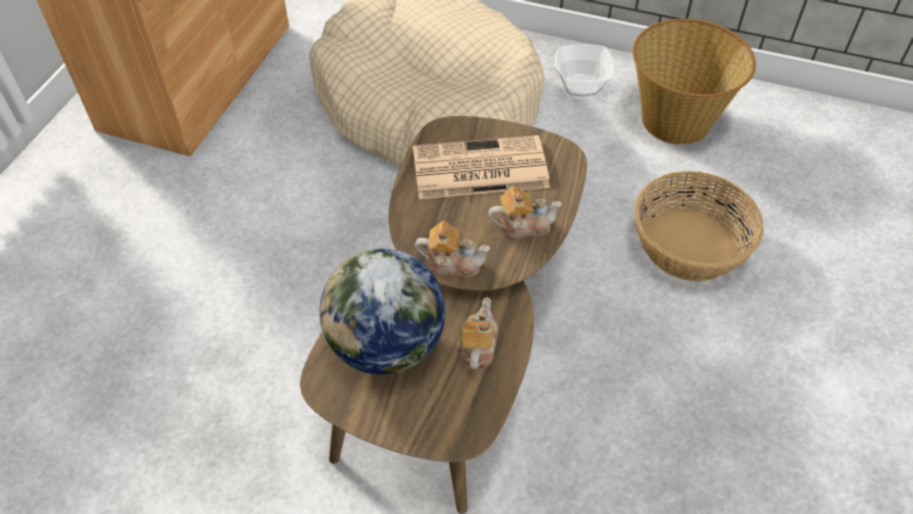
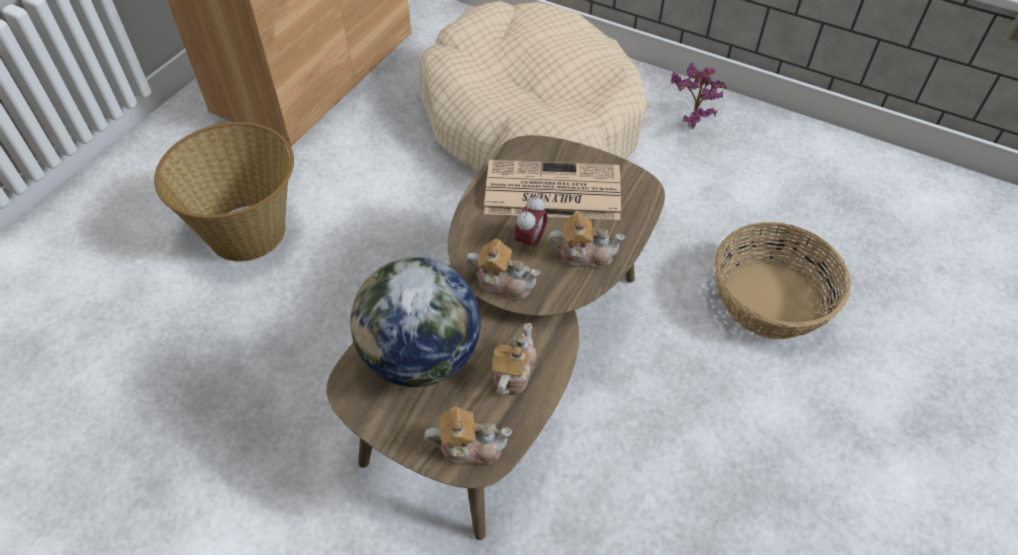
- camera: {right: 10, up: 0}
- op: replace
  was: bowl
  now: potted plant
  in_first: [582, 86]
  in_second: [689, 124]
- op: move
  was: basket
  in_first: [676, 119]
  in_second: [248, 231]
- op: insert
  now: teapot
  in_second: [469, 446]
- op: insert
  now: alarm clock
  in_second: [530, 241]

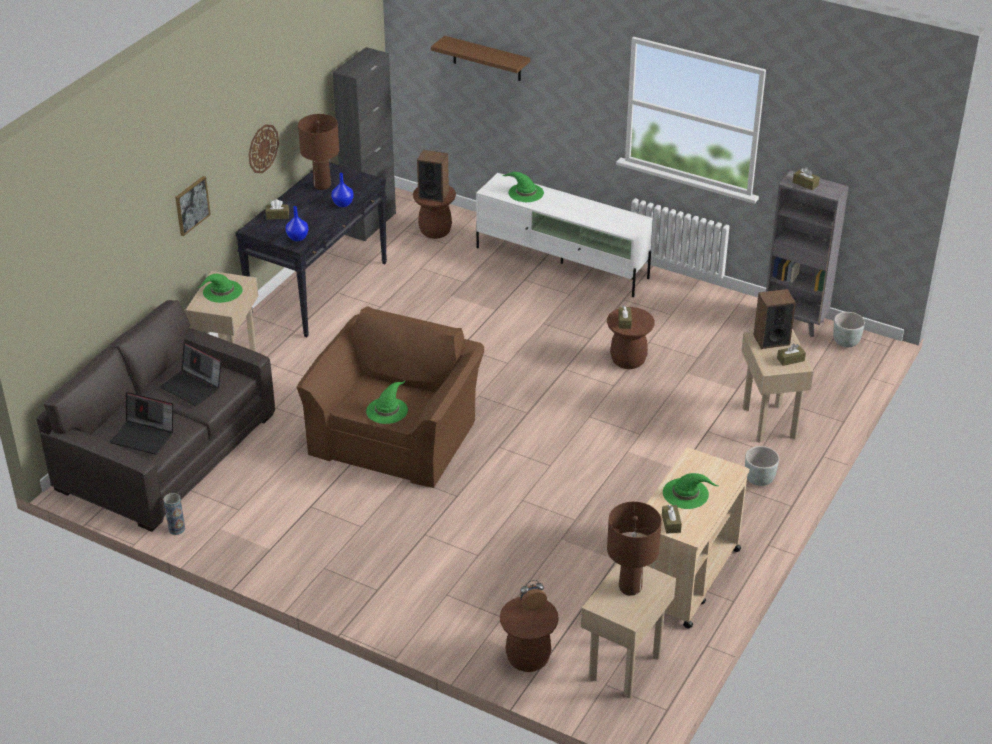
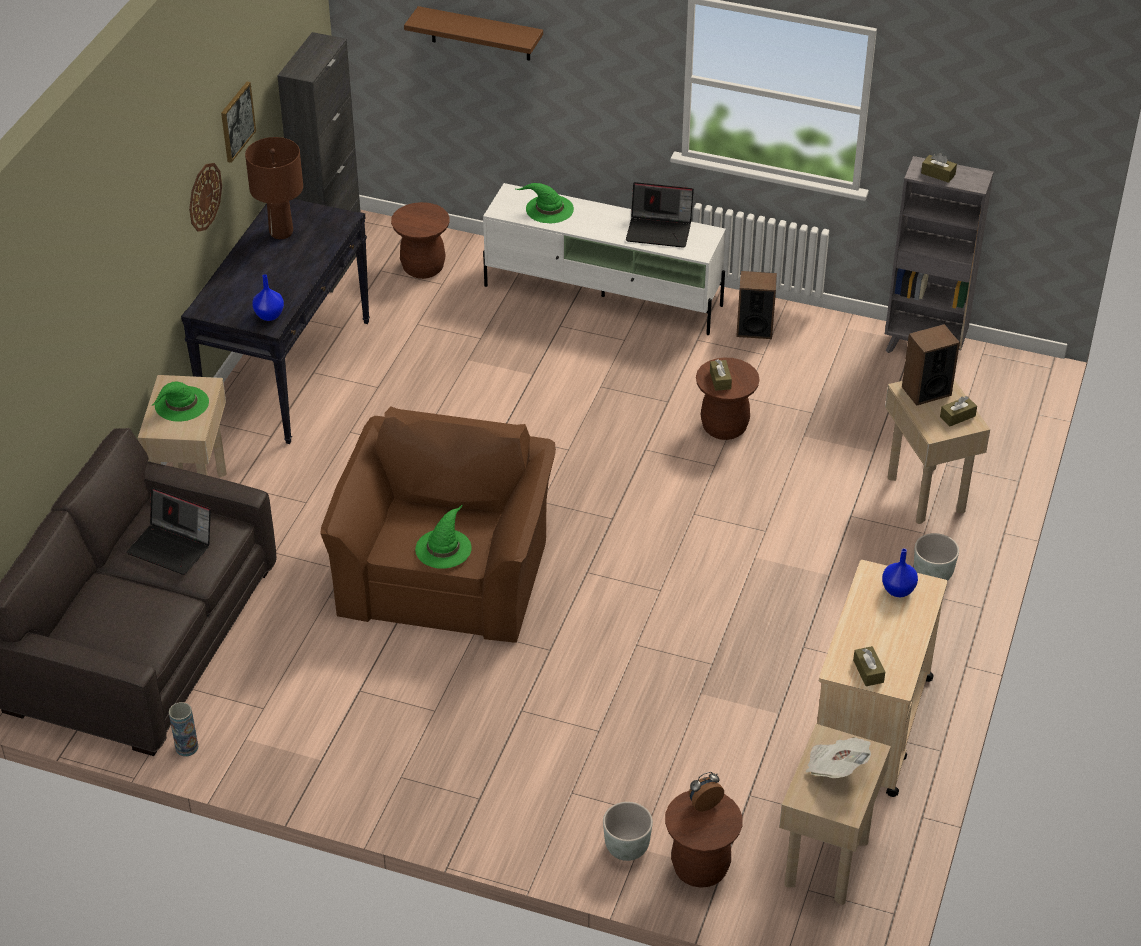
- camera: {right: -10, up: 5}
- op: move
  was: laptop
  in_first: [144, 436]
  in_second: [660, 230]
- op: move
  was: picture
  in_first: [191, 205]
  in_second: [237, 121]
- op: delete
  was: brown tissue box
  in_first: [277, 216]
- op: move
  was: blue vase
  in_first: [342, 204]
  in_second: [897, 590]
- op: move
  was: speaker
  in_first: [433, 195]
  in_second: [754, 329]
- op: replace
  was: brown table lamp
  now: newspaper
  in_first: [629, 587]
  in_second: [835, 767]
- op: delete
  was: green hat
  in_first: [686, 493]
- op: move
  was: grey planter
  in_first: [846, 342]
  in_second: [627, 848]

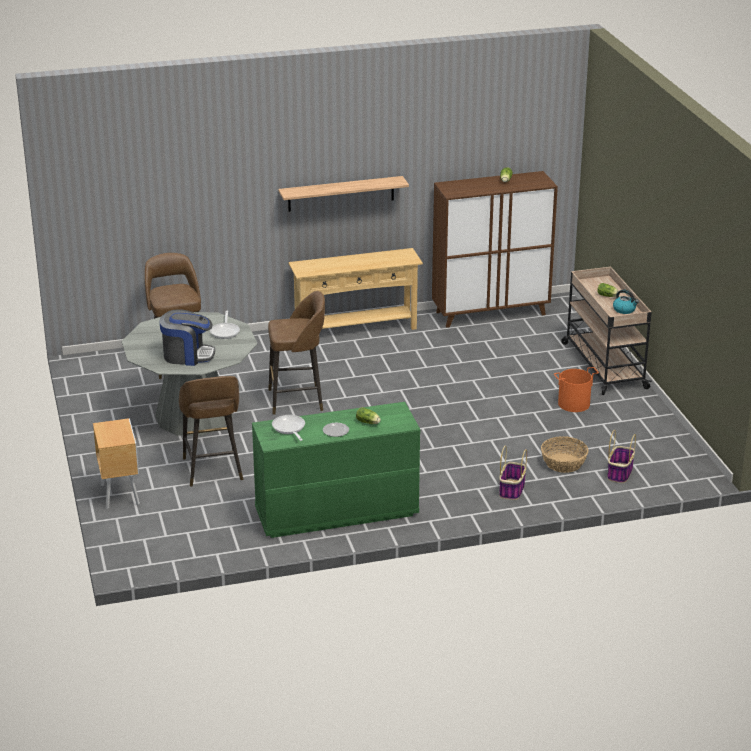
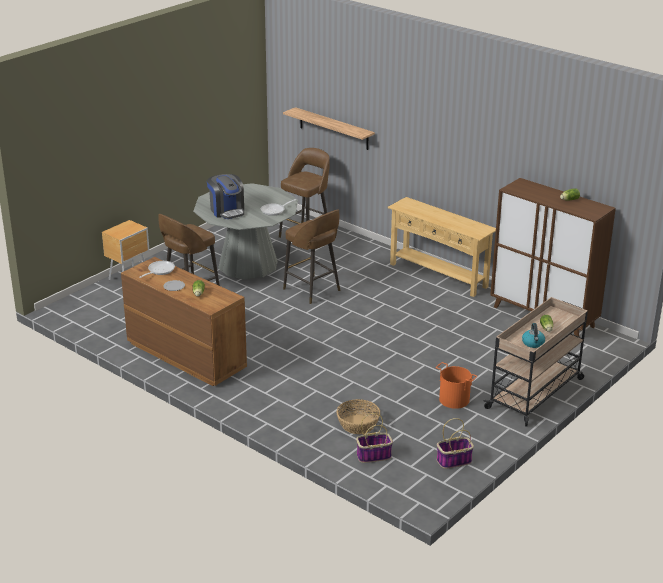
- camera: {right: 55, up: 0}
- op: recolor
  was: green dresser
  now: brown dresser
  in_first: [335, 512]
  in_second: [185, 355]
- op: move
  was: shelf
  in_first: [341, 193]
  in_second: [333, 129]
- op: move
  was: basket
  in_first: [512, 490]
  in_second: [453, 461]

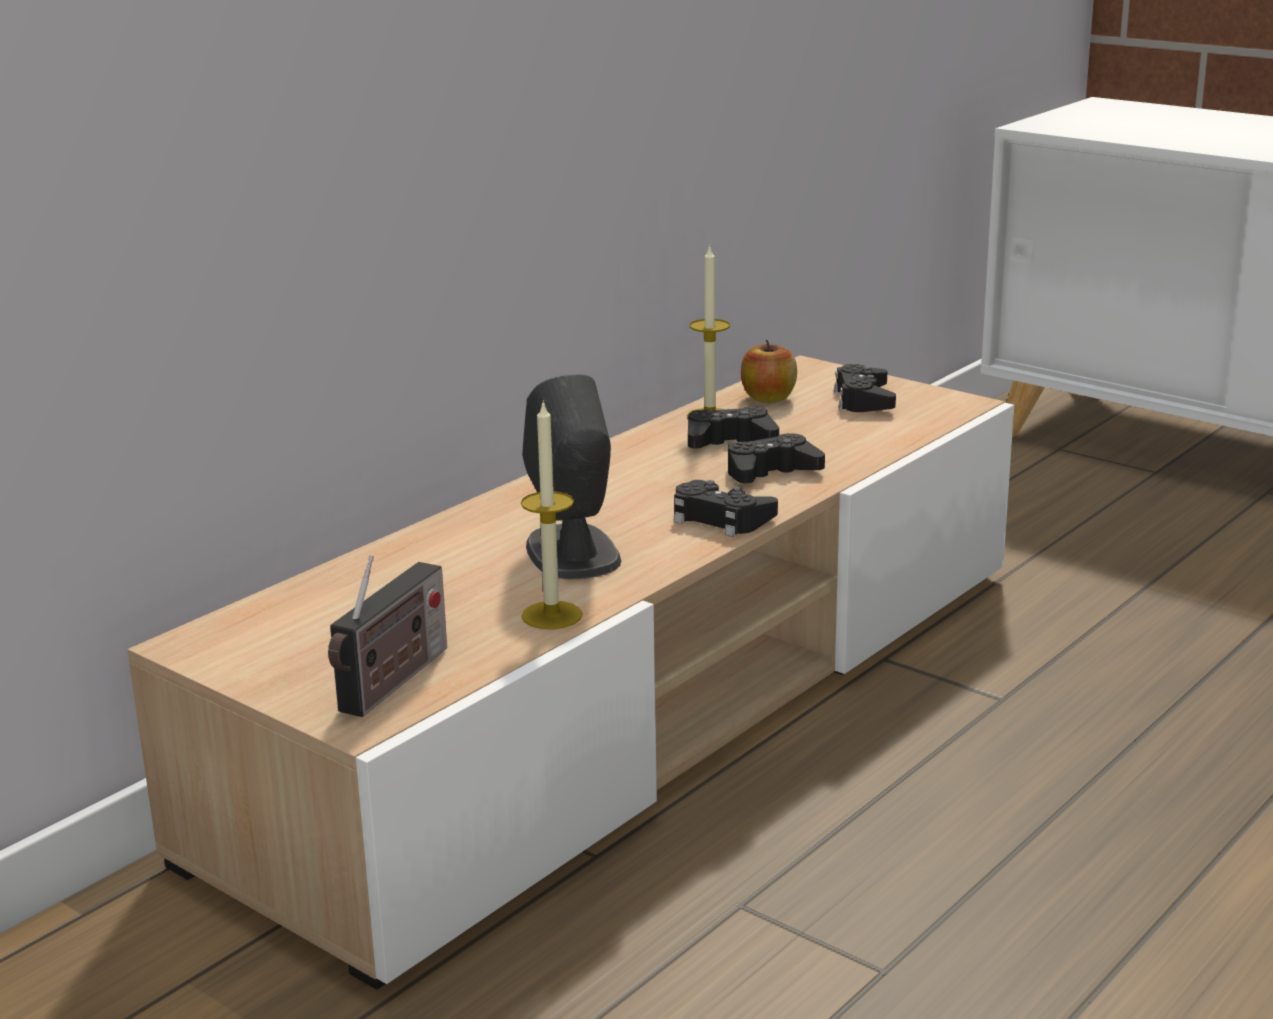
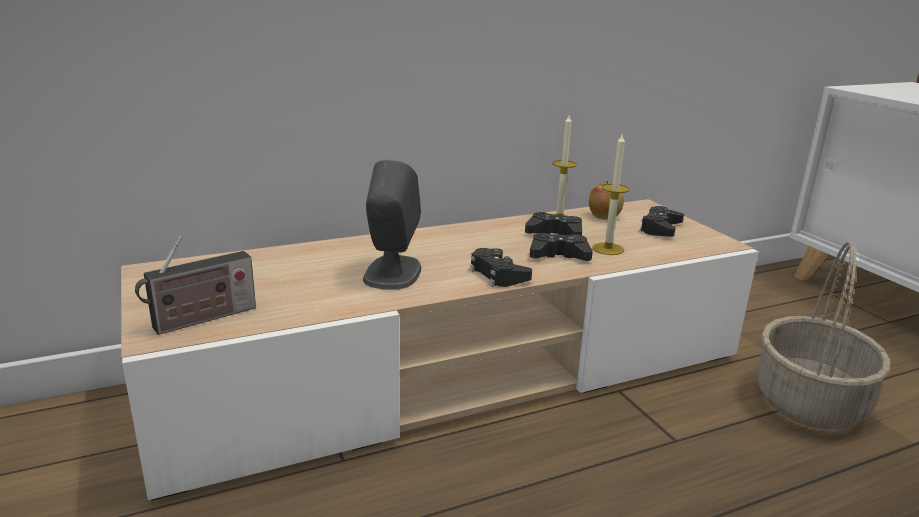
- camera: {right: 25, up: 0}
- op: move
  was: candle
  in_first: [552, 615]
  in_second: [608, 249]
- op: insert
  now: basket
  in_second: [808, 401]

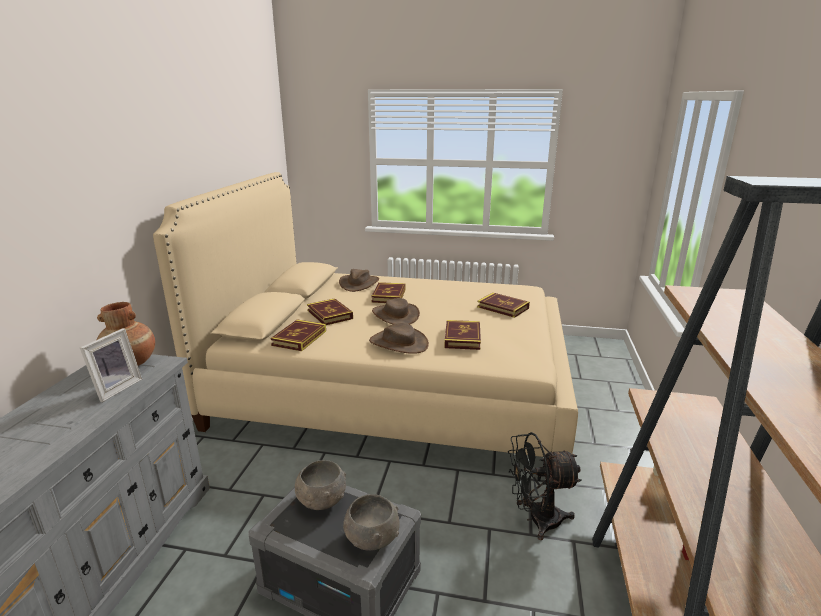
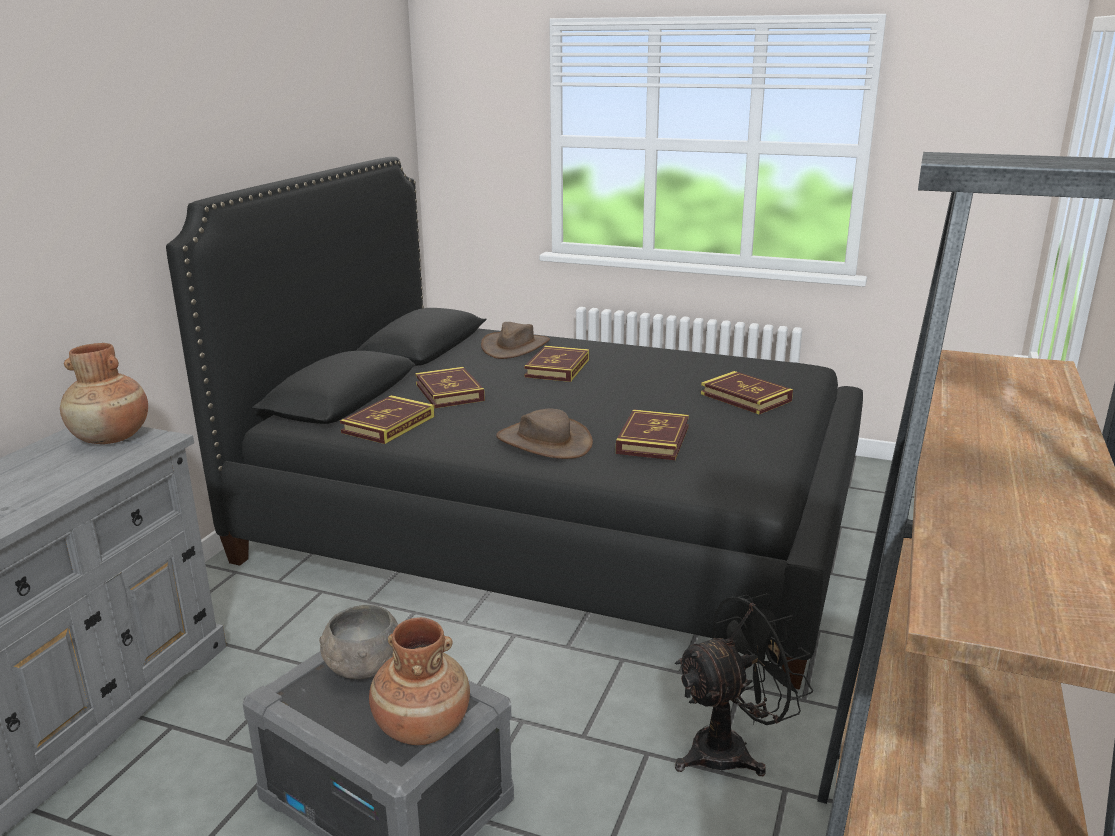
- camera: {right: 10, up: 0}
- op: delete
  was: picture frame
  in_first: [115, 388]
- op: recolor
  was: beige bed
  now: black bed
  in_first: [395, 384]
  in_second: [557, 519]
- op: replace
  was: grey bowl
  now: brown vase
  in_first: [371, 537]
  in_second: [421, 726]
- op: delete
  was: brown hat
  in_first: [395, 315]
- op: rotate
  was: black fan
  in_first: [536, 519]
  in_second: [732, 749]
  clockwise: 150

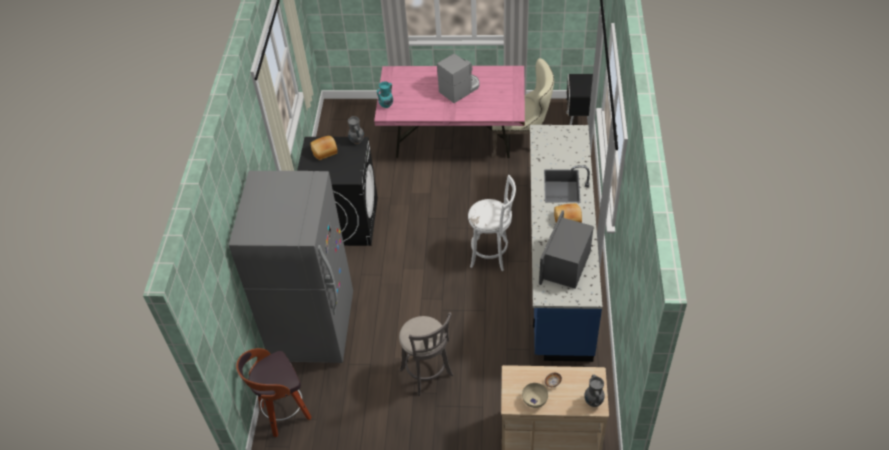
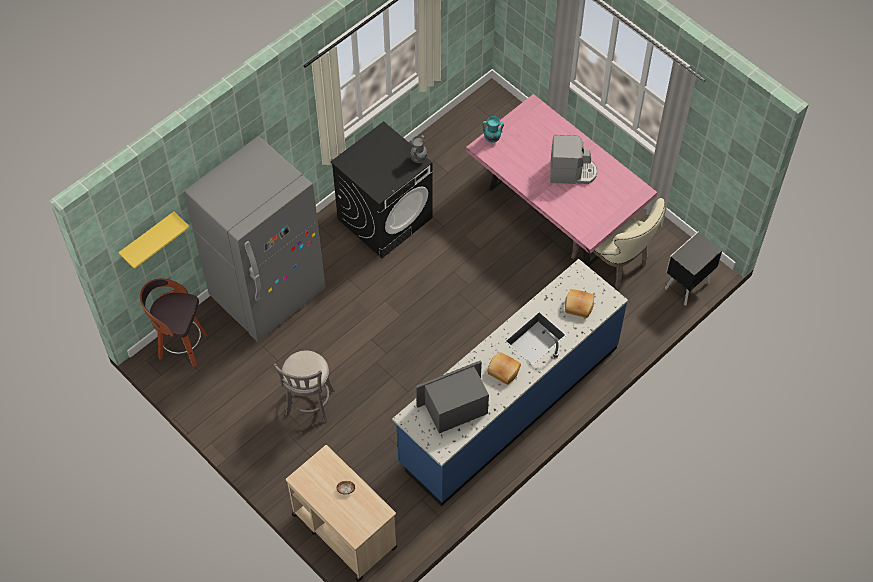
- camera: {right: 40, up: 10}
- op: move
  was: bread
  in_first: [325, 152]
  in_second: [578, 307]
- op: delete
  was: white stool
  in_first: [492, 255]
- op: delete
  was: beige bowl
  in_first: [535, 400]
- op: delete
  was: grey vase
  in_first: [593, 401]
- op: insert
  now: yellow shelf
  in_second: [148, 239]

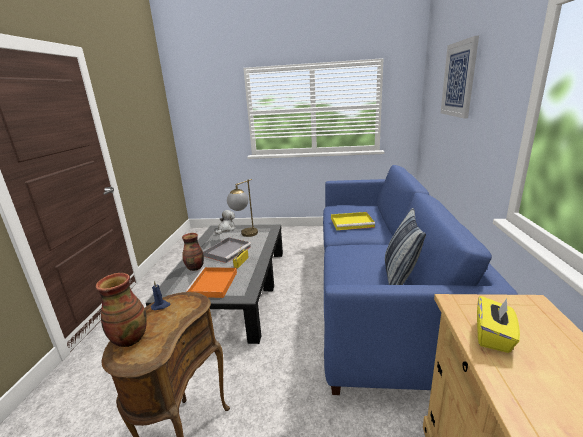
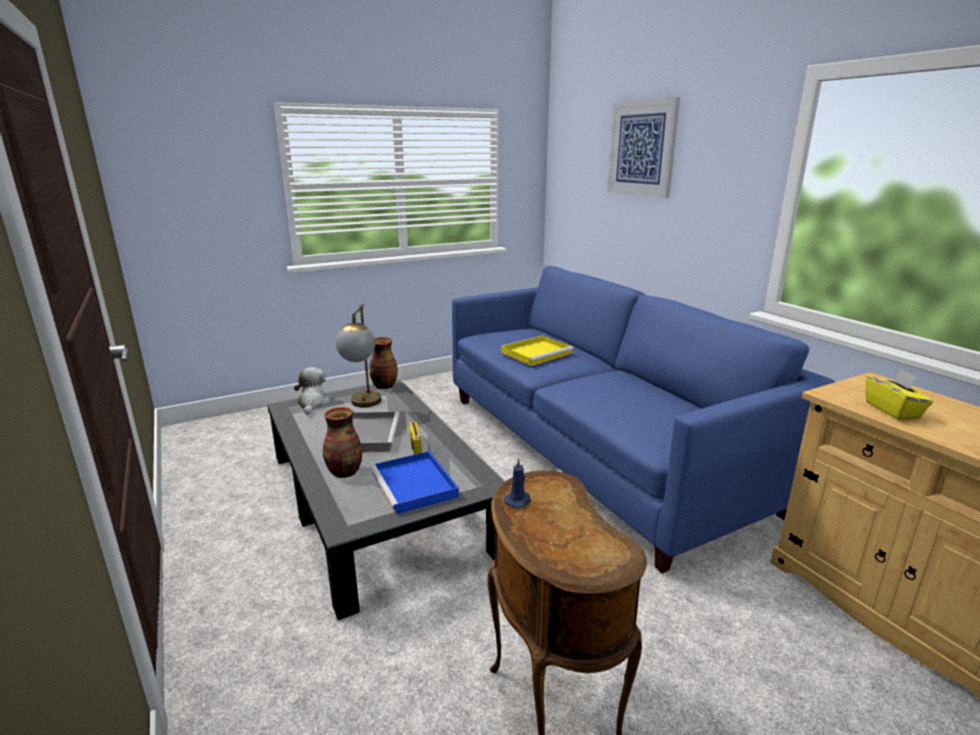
- camera: {right: -35, up: 0}
- op: move
  was: vase
  in_first: [129, 338]
  in_second: [384, 386]
- op: recolor
  was: orange tray
  now: blue tray
  in_first: [213, 284]
  in_second: [415, 486]
- op: delete
  was: pillow
  in_first: [399, 277]

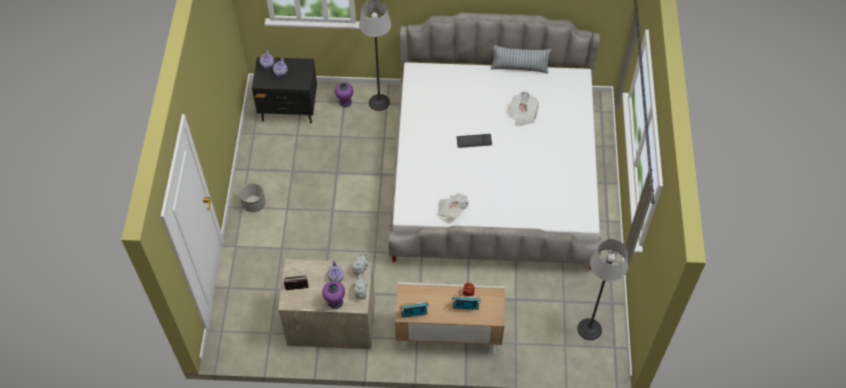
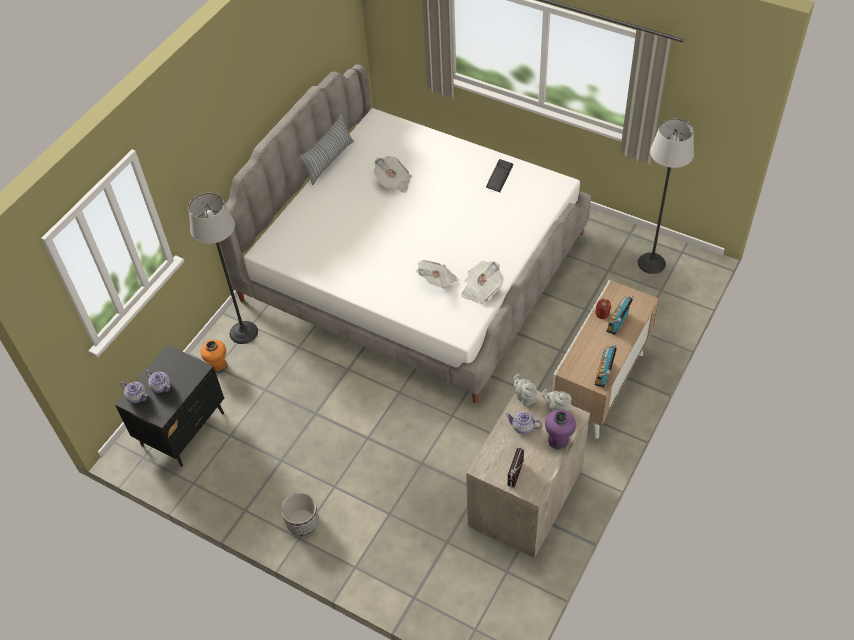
- camera: {right: -60, up: -5}
- op: recolor
  was: purple vase
  now: orange vase
  in_first: [345, 102]
  in_second: [218, 366]
- op: move
  was: keyboard
  in_first: [474, 141]
  in_second: [499, 176]
- op: insert
  now: newspaper
  in_second: [438, 281]

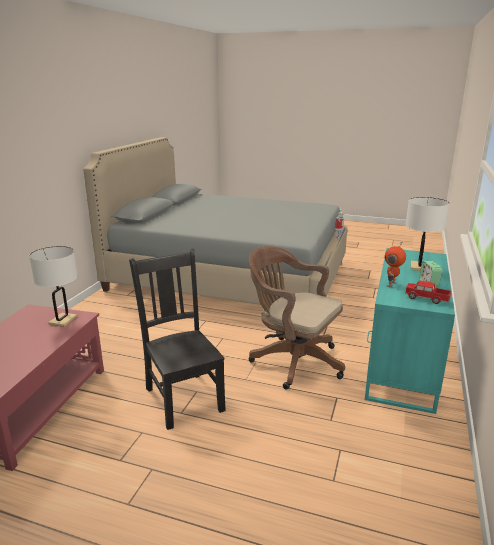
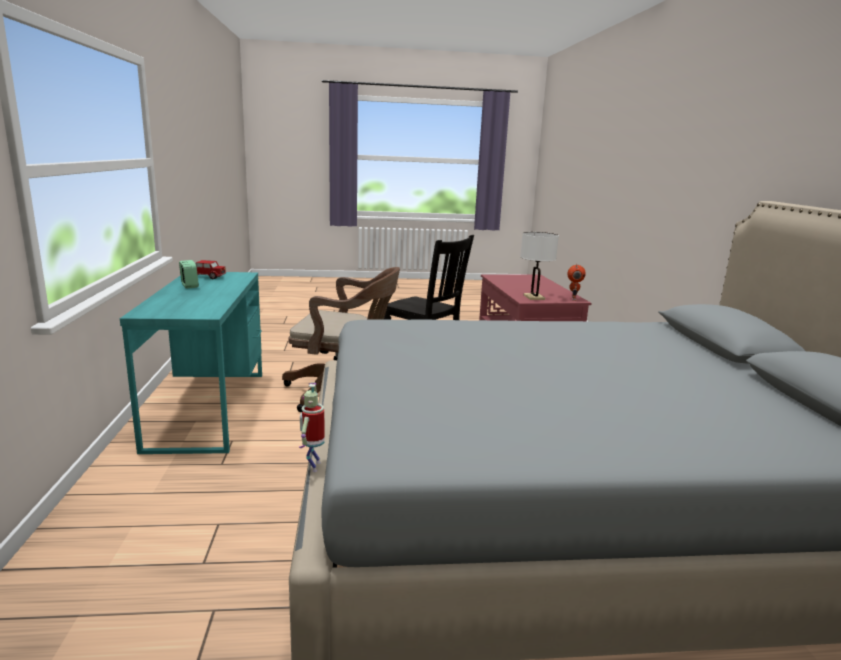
- camera: {right: 155, up: -5}
- op: move
  was: toy robot
  in_first: [391, 284]
  in_second: [573, 298]
- op: delete
  was: white table lamp
  in_first: [419, 267]

